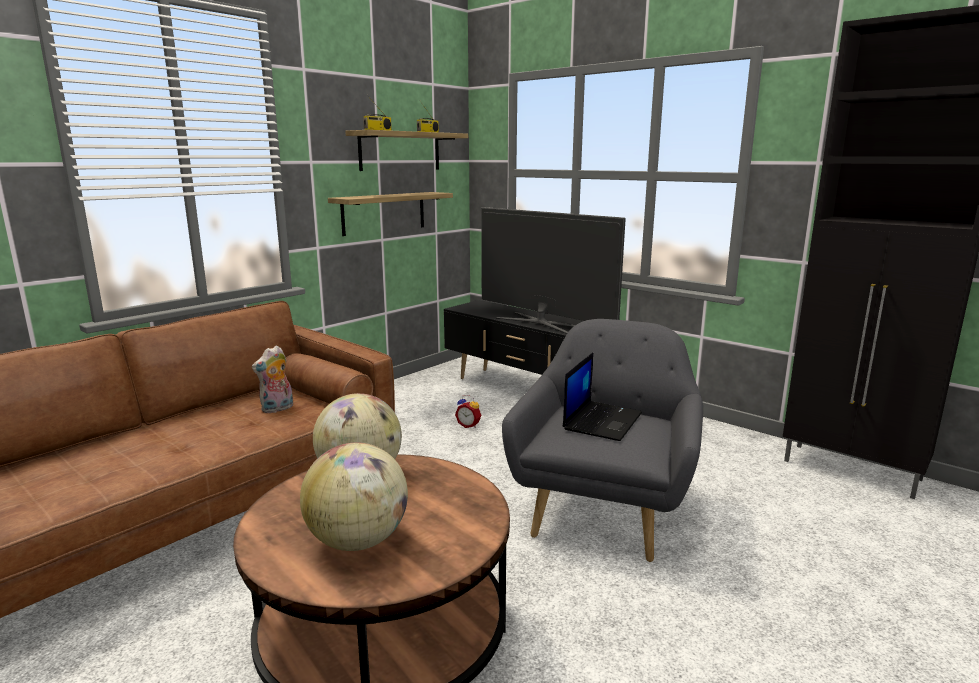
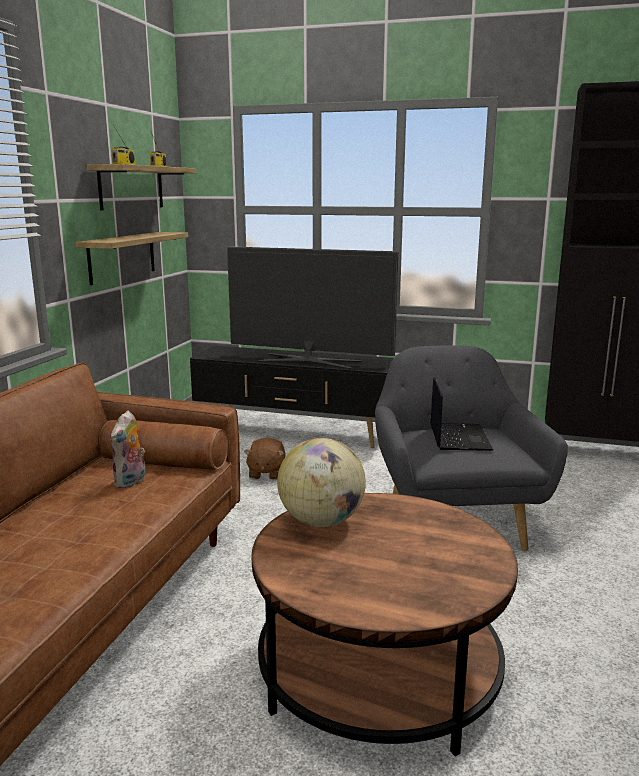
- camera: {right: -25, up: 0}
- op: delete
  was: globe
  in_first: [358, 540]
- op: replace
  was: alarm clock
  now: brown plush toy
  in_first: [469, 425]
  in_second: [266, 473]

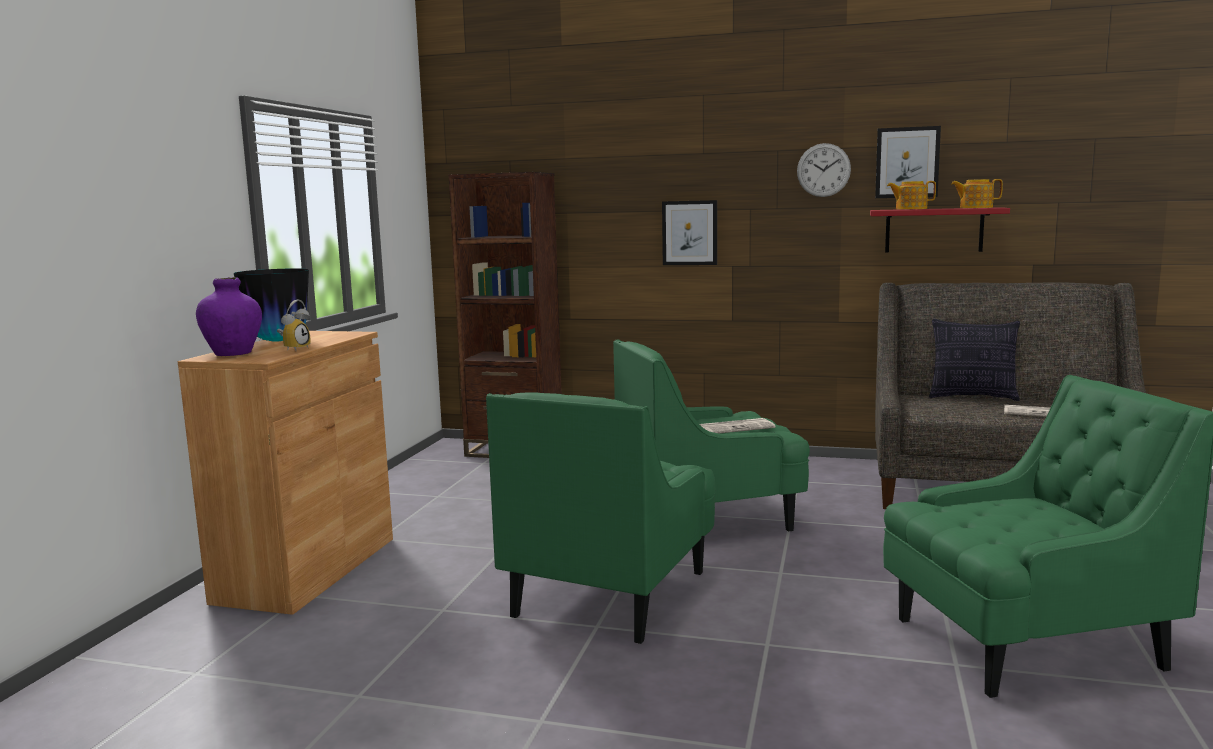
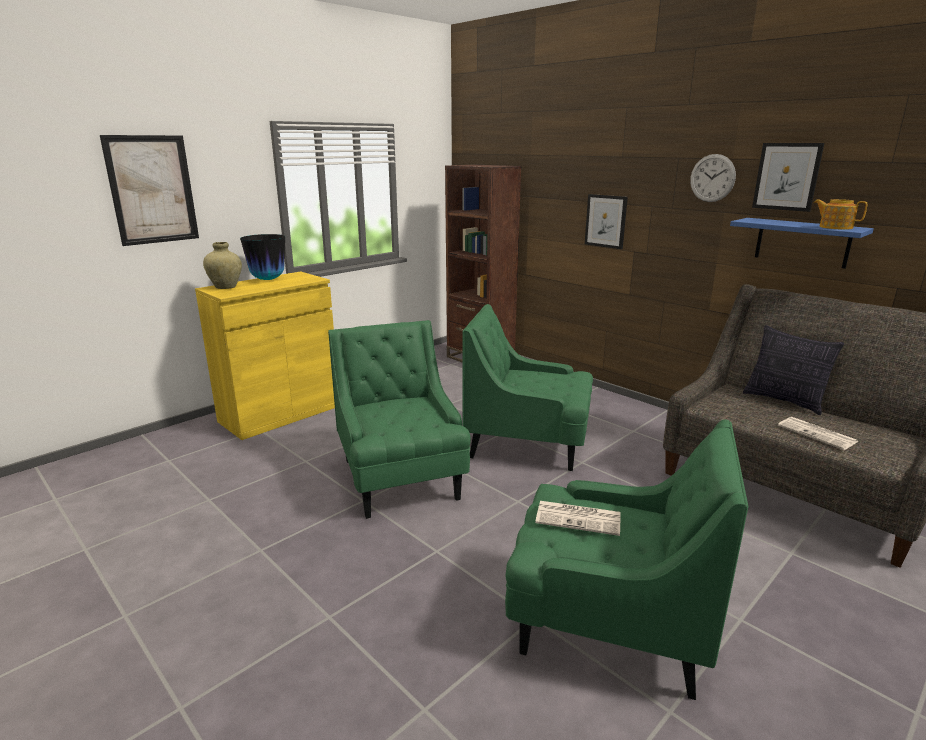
- camera: {right: 30, up: 10}
- op: recolor
  was: brown cabinet
  now: yellow cabinet
  in_first: [307, 569]
  in_second: [280, 414]
- op: recolor
  was: purple vase
  now: beige vase
  in_first: [233, 354]
  in_second: [226, 287]
- op: delete
  was: alarm clock
  in_first: [294, 349]
- op: rotate
  was: green armchair
  in_first: [612, 592]
  in_second: [400, 480]
  clockwise: 105
- op: move
  was: newspaper
  in_first: [736, 427]
  in_second: [579, 518]
- op: recolor
  was: red shelf
  now: blue shelf
  in_first: [934, 230]
  in_second: [802, 242]
- op: delete
  was: teapot
  in_first: [910, 209]
- op: insert
  now: picture
  in_second: [152, 190]

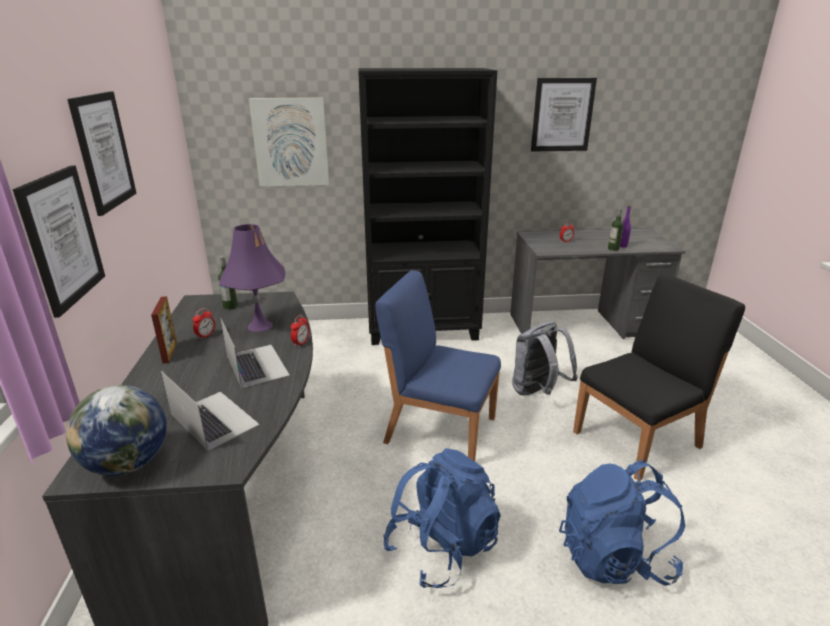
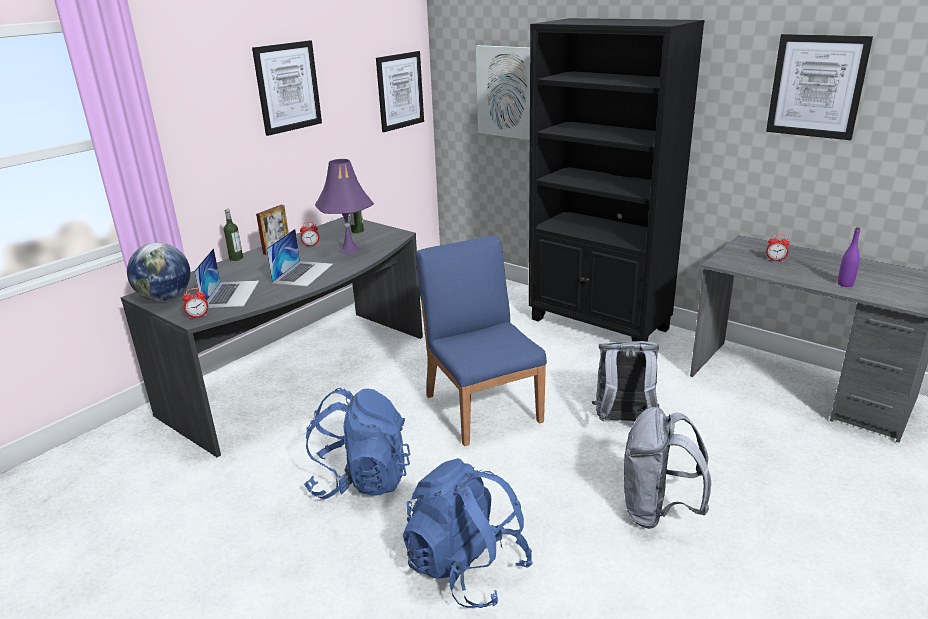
- camera: {right: 45, up: 0}
- op: move
  was: picture
  in_first: [62, 238]
  in_second: [400, 91]
- op: move
  was: alarm clock
  in_first: [301, 343]
  in_second: [198, 316]
- op: replace
  was: black chair
  now: grey backpack
  in_first: [638, 439]
  in_second: [657, 511]
- op: move
  was: bottle
  in_first: [613, 249]
  in_second: [236, 258]

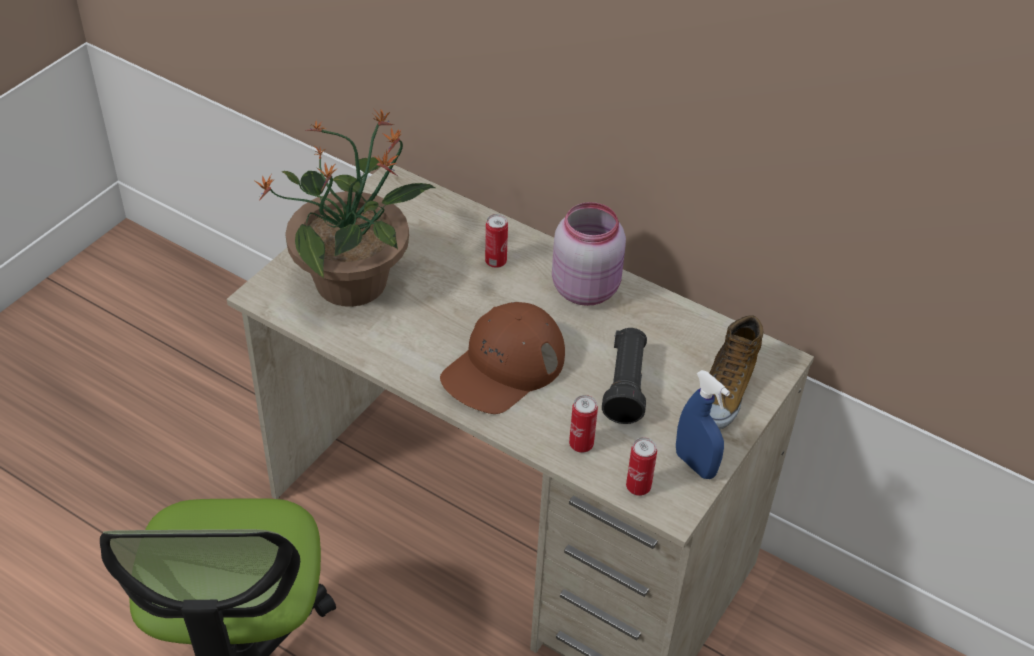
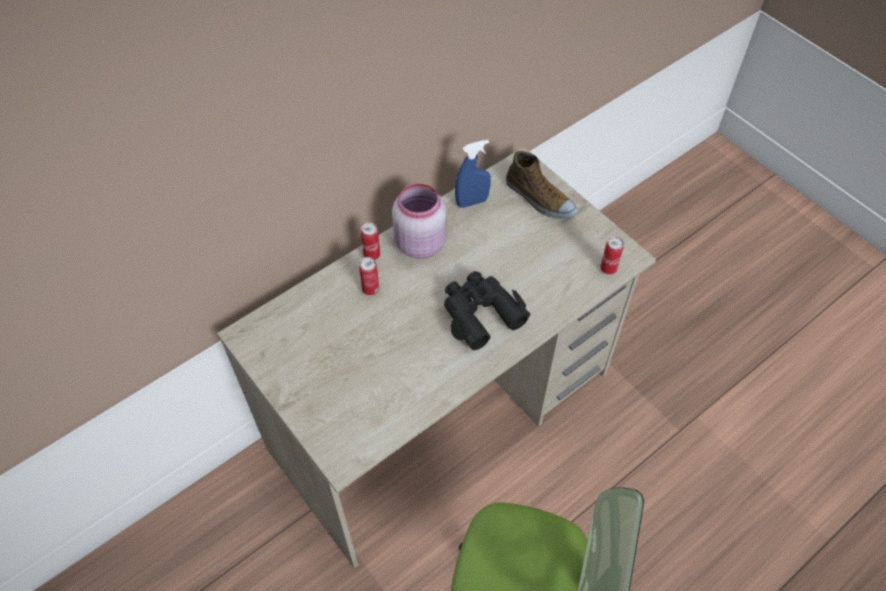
- camera: {right: -70, up: 10}
- op: delete
  was: potted plant
  in_first: [354, 281]
- op: replace
  was: brown cap
  now: black binoculars
  in_first: [503, 367]
  in_second: [480, 313]
- op: move
  was: can
  in_first: [581, 444]
  in_second: [372, 255]
- op: delete
  was: black flashlight
  in_first: [625, 386]
- op: move
  was: blue spray bottle
  in_first: [695, 464]
  in_second: [472, 202]

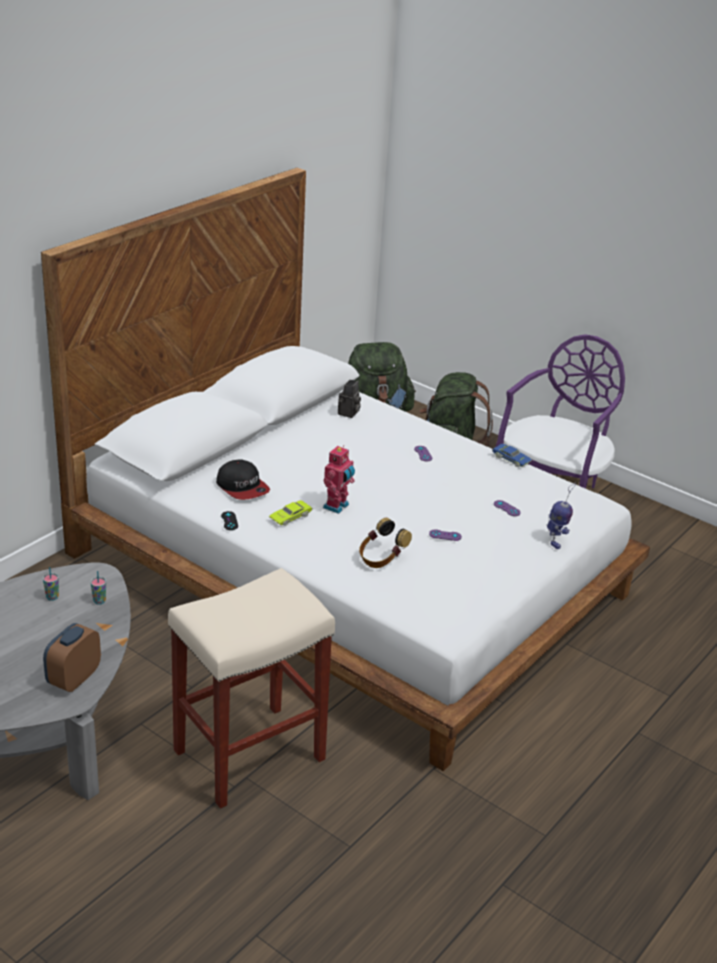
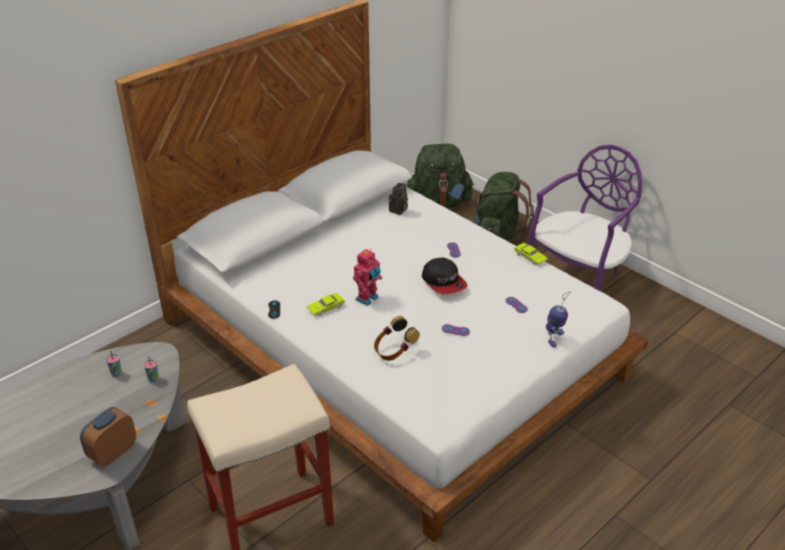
- camera: {right: 10, up: 5}
- op: move
  was: cap
  in_first: [242, 487]
  in_second: [444, 282]
- op: recolor
  was: blue toy car
  now: green toy car
  in_first: [511, 459]
  in_second: [530, 257]

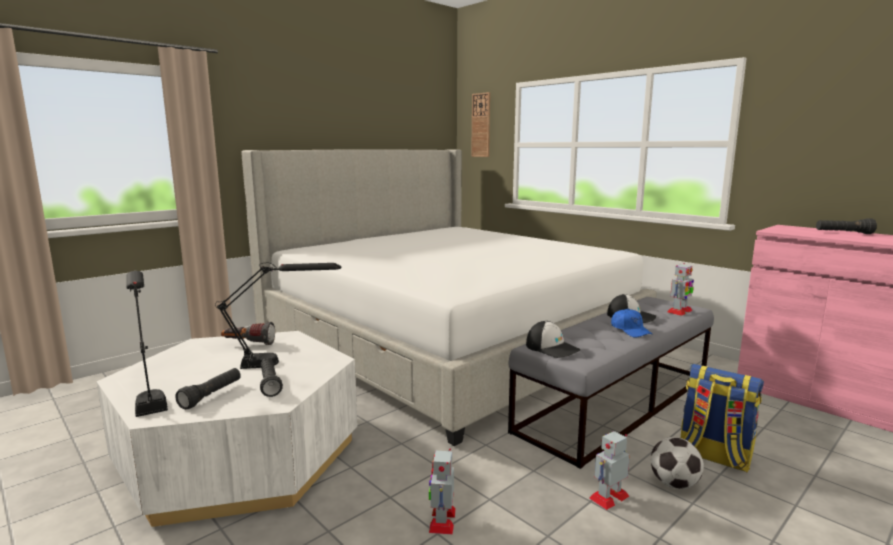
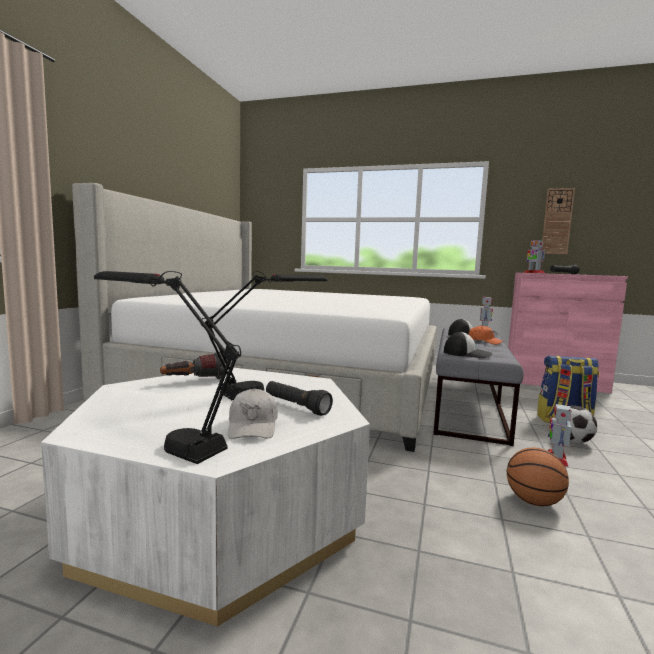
- camera: {right: -30, up: -5}
- op: replace
  was: black flashlight
  now: white cap
  in_first: [211, 395]
  in_second: [253, 426]
- op: move
  was: toy robot
  in_first: [442, 520]
  in_second: [533, 273]
- op: move
  was: wall clock
  in_first: [481, 125]
  in_second: [557, 221]
- op: recolor
  was: blue cap
  now: orange cap
  in_first: [630, 330]
  in_second: [484, 341]
- op: insert
  now: basketball
  in_second: [533, 502]

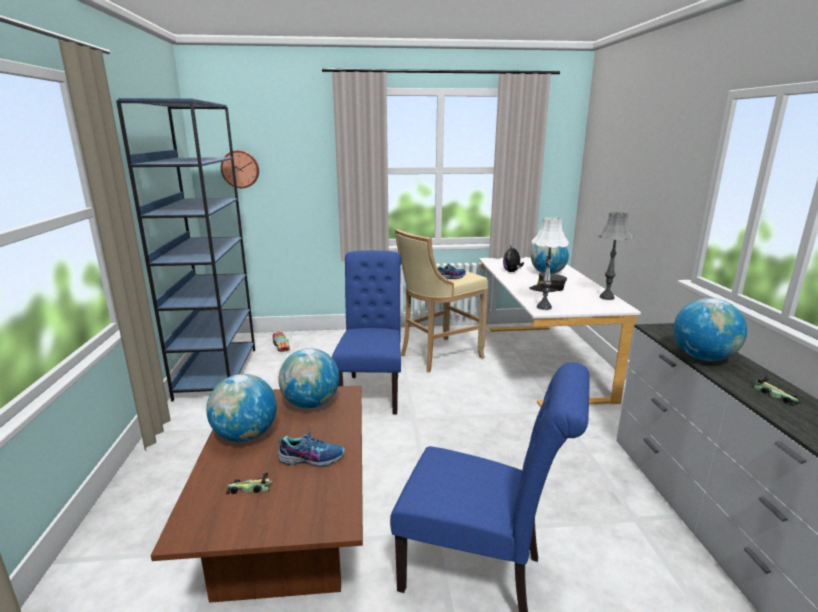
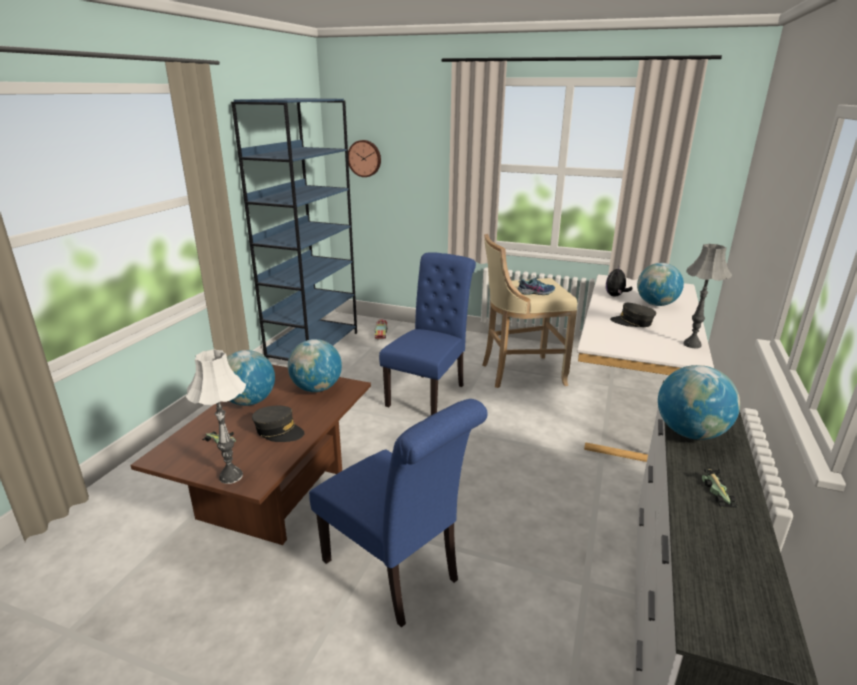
- camera: {right: 25, up: 5}
- op: replace
  was: shoe
  now: grey cap
  in_first: [311, 458]
  in_second: [278, 431]
- op: move
  was: white table lamp
  in_first: [544, 307]
  in_second: [231, 476]

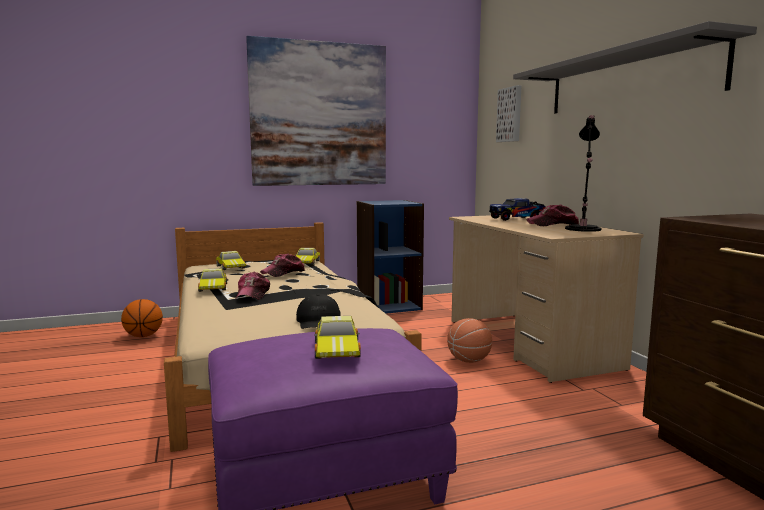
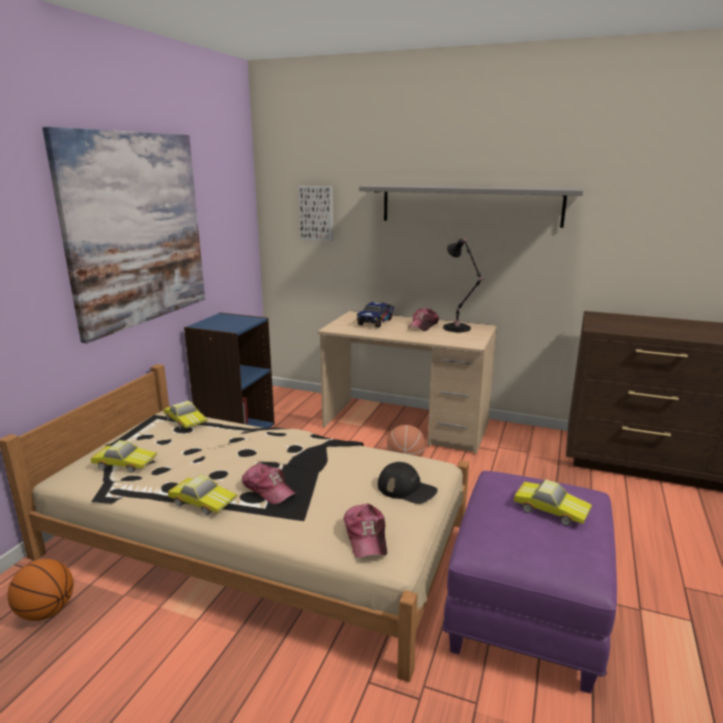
- camera: {right: -50, up: 10}
- op: move
  was: cap
  in_first: [283, 273]
  in_second: [366, 537]

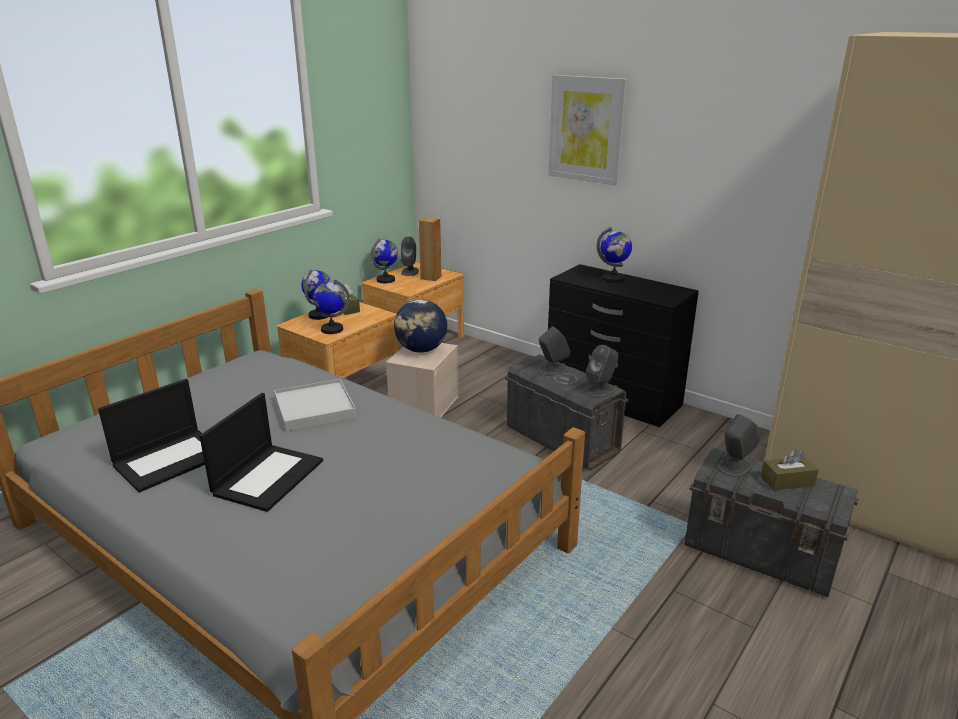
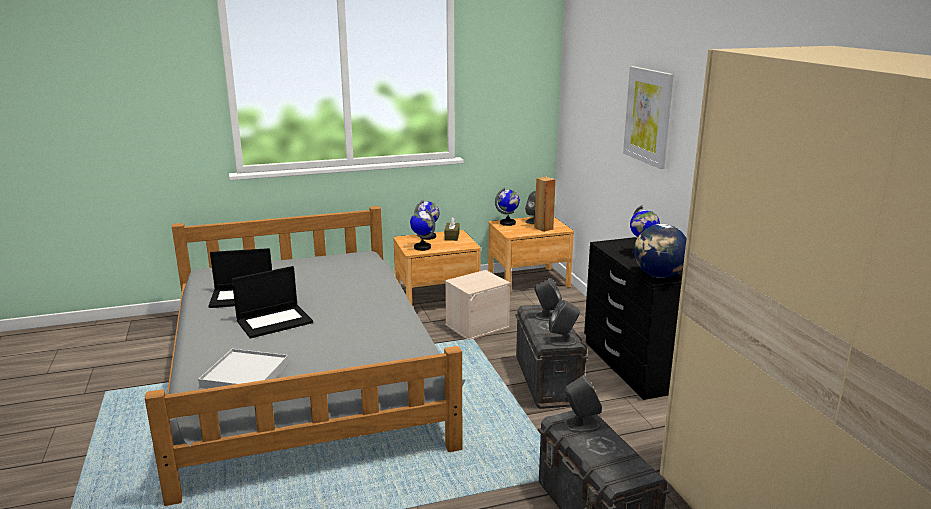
- camera: {right: 35, up: -5}
- op: move
  was: white tray
  in_first: [315, 408]
  in_second: [245, 375]
- op: move
  was: globe
  in_first: [421, 350]
  in_second: [658, 275]
- op: delete
  was: brown tissue box
  in_first: [787, 481]

